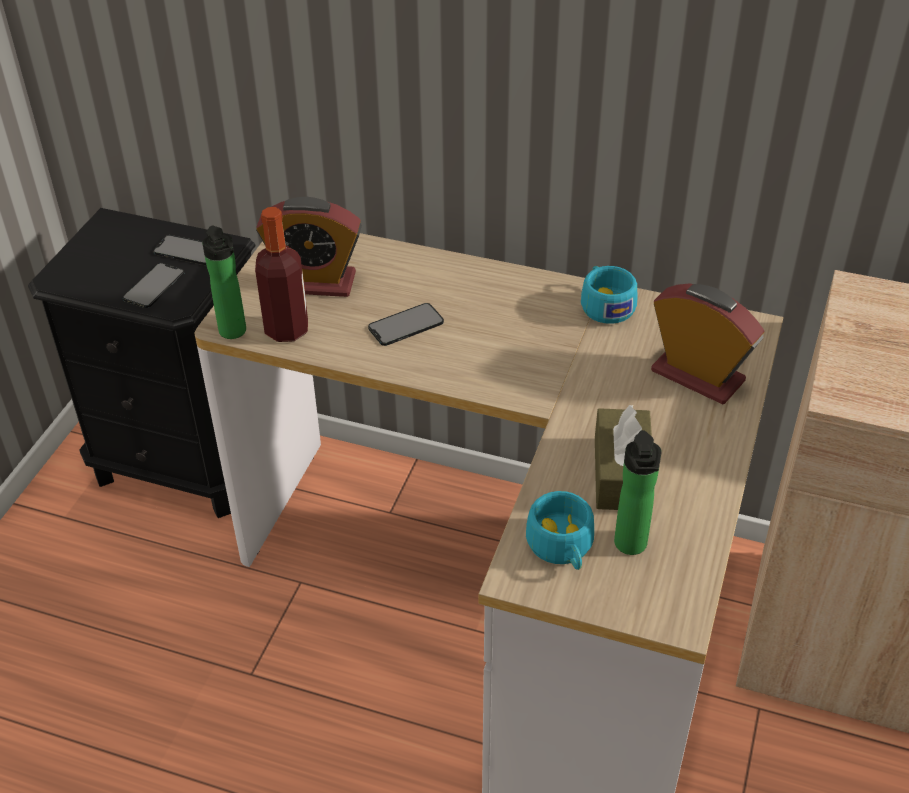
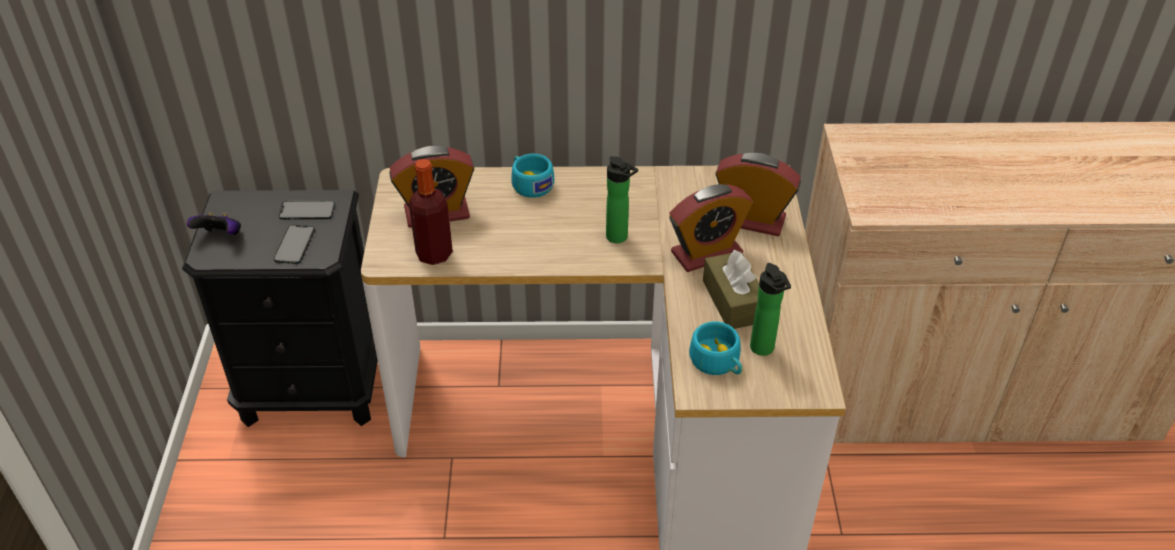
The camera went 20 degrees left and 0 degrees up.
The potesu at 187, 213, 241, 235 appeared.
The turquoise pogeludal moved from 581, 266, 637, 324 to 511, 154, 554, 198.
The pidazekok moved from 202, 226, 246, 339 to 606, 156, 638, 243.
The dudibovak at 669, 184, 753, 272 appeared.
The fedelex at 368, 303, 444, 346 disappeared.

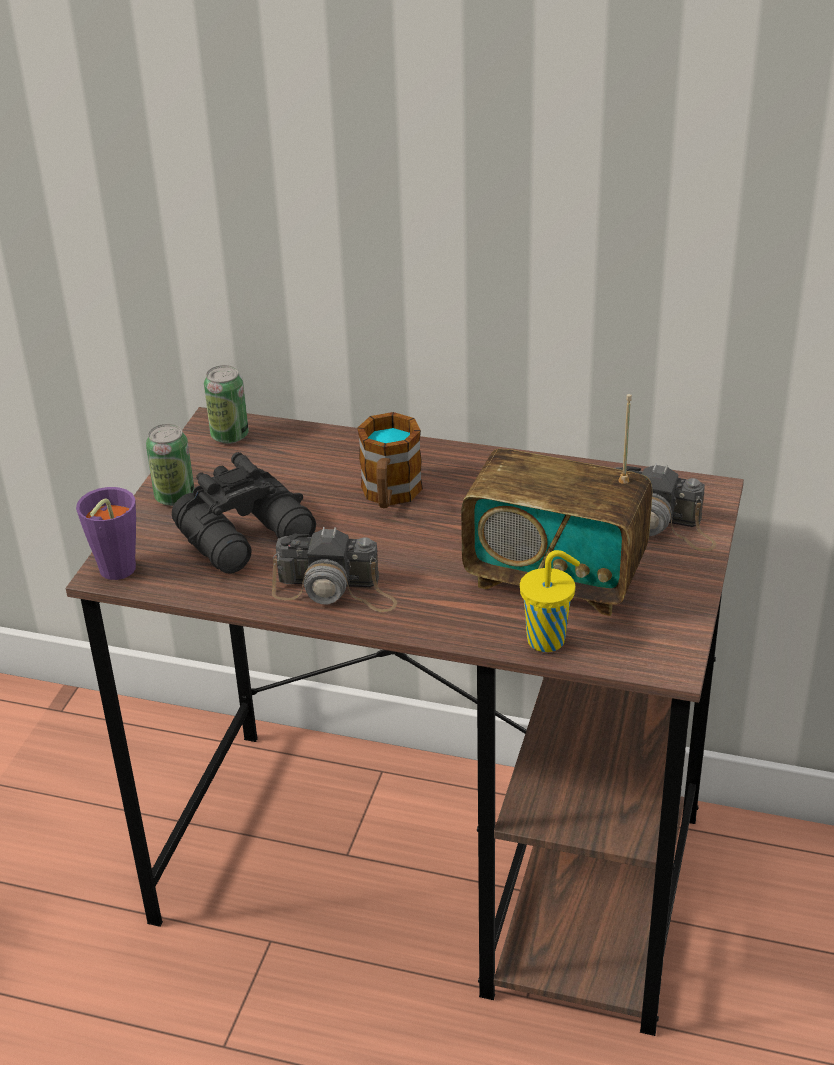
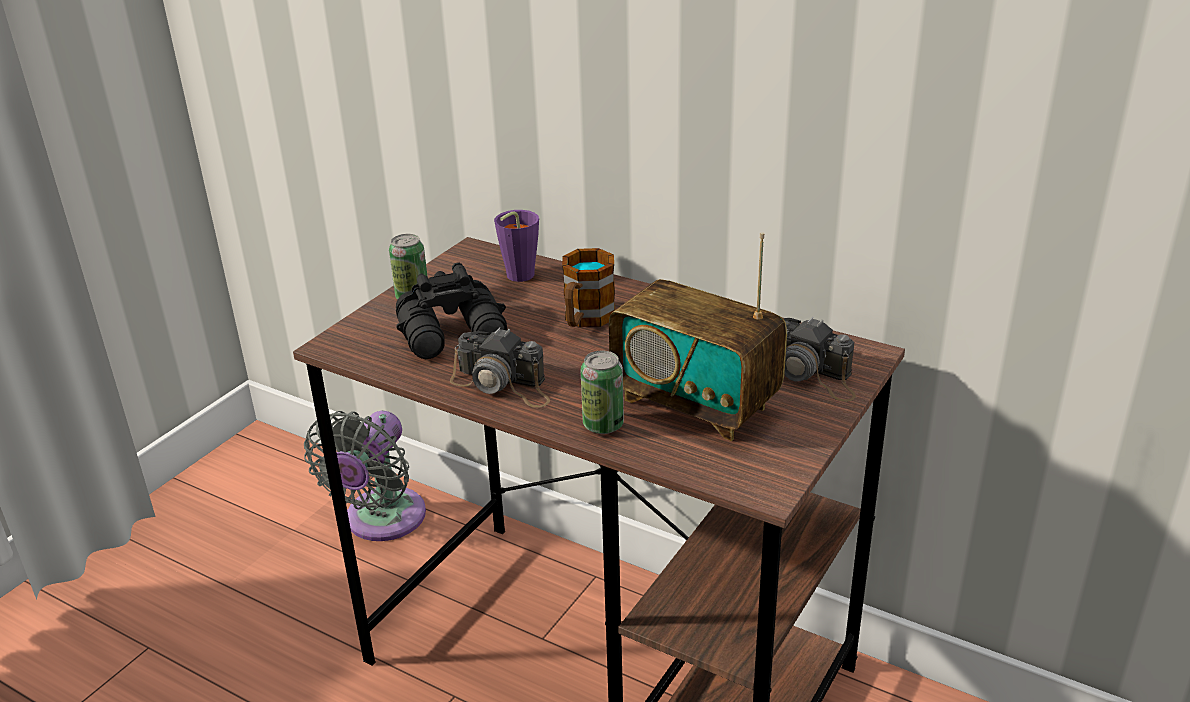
The camera went 15 degrees right and 5 degrees down.
The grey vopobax at 304, 411, 426, 541 appeared.
The purple pogeludal moved from 76, 487, 136, 580 to 494, 210, 539, 282.
The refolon moved from 204, 365, 249, 444 to 580, 351, 624, 434.
The yellow pogeludal at 520, 550, 580, 652 disappeared.

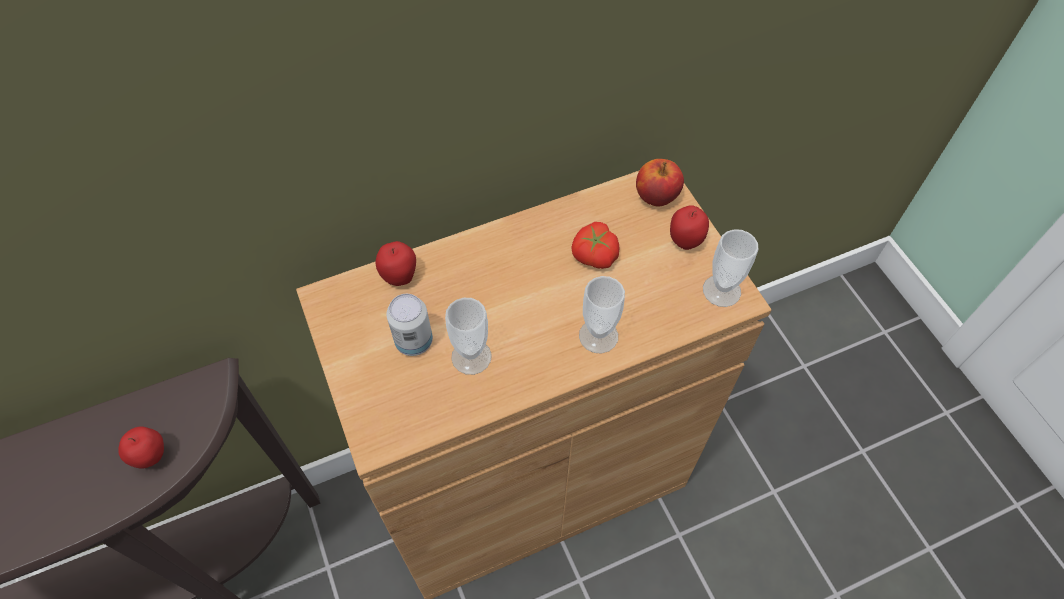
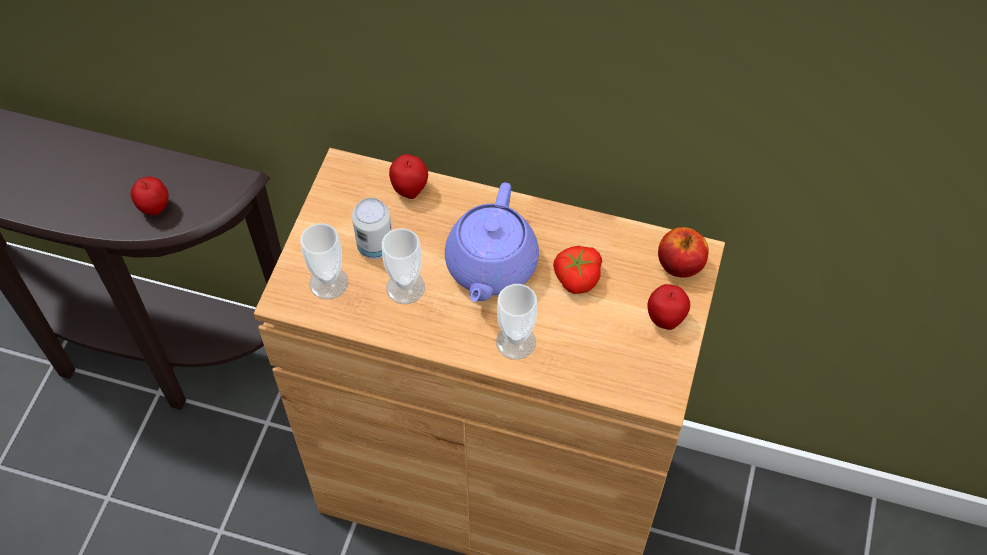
The camera went 40 degrees right and 0 degrees up.
The pogeludal moved from 703, 229, 759, 307 to 300, 223, 348, 299.
The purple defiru at 445, 182, 539, 302 appeared.

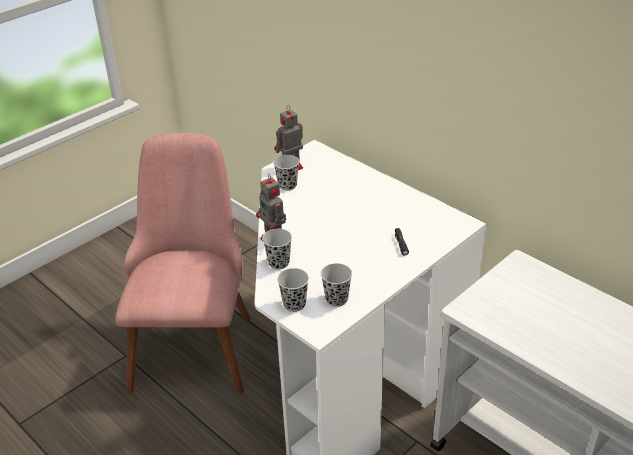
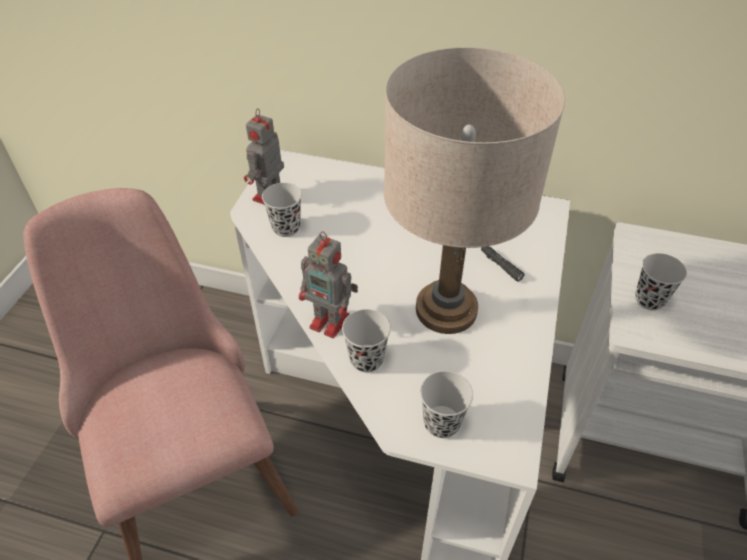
The camera went 30 degrees left and 10 degrees up.
The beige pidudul at 384, 47, 565, 334 appeared.
The black pogeludal moved from 321, 263, 352, 307 to 635, 253, 687, 310.

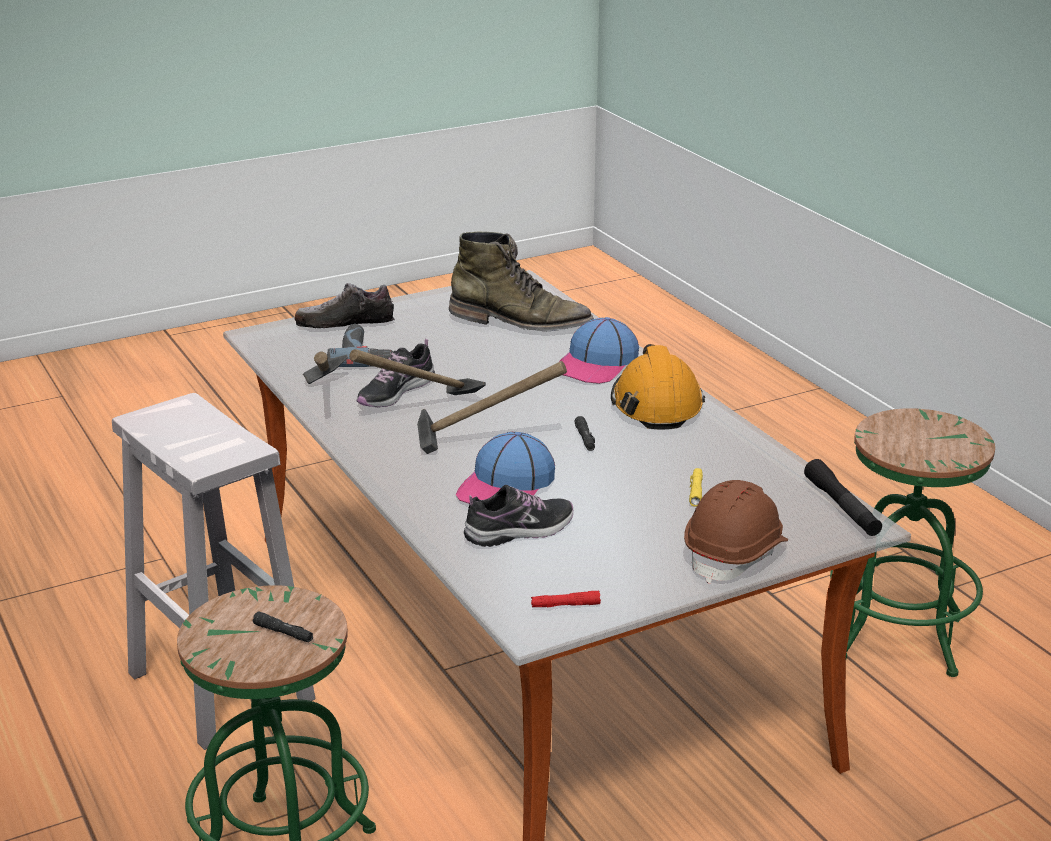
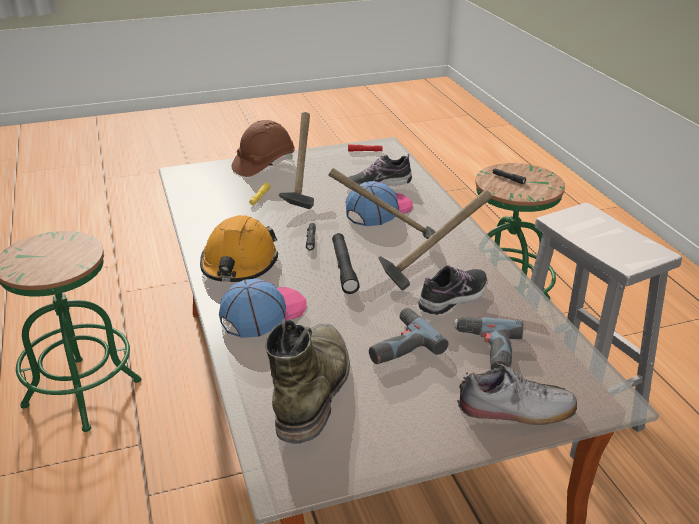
The camera went 170 degrees left and 5 degrees up.
The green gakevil at 449, 231, 594, 331 turned 75 degrees clockwise.
The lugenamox moved from 303, 352, 348, 384 to 279, 112, 314, 209.
The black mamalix moved from 804, 459, 882, 536 to 332, 233, 360, 294.
The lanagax at 369, 308, 449, 364 appeared.

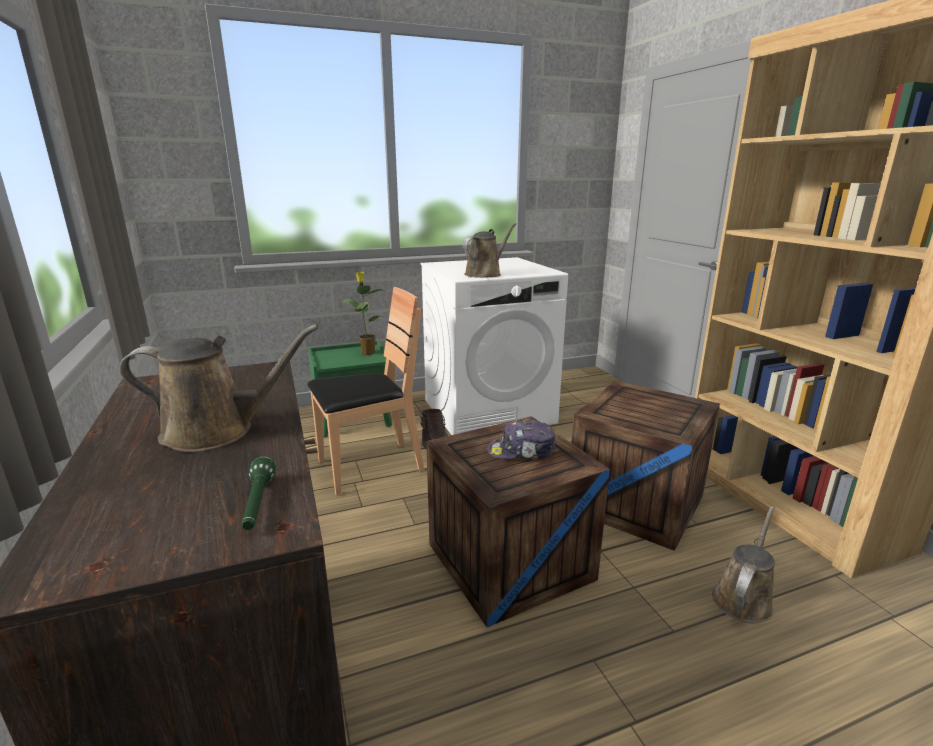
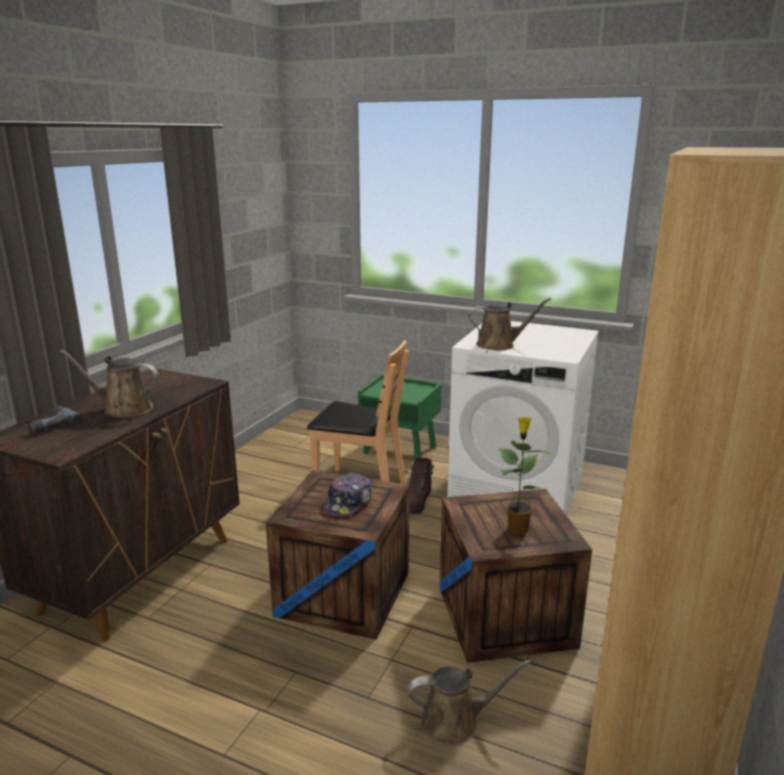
The camera went 45 degrees right and 0 degrees up.
The lanagax at 28, 406, 84, 435 appeared.
The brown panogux at 120, 324, 319, 452 turned 150 degrees clockwise.
The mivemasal at 487, 420, 556, 459 turned 105 degrees counterclockwise.
The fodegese moved from 344, 272, 384, 355 to 498, 417, 553, 535.
The green mamalix at 241, 456, 276, 530 disappeared.

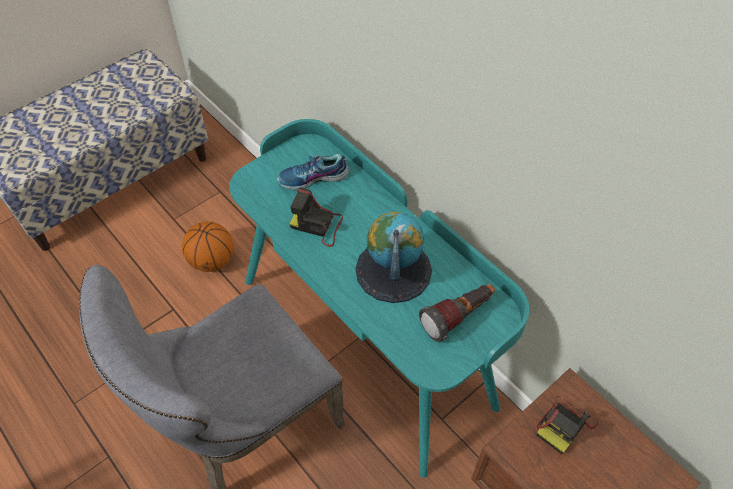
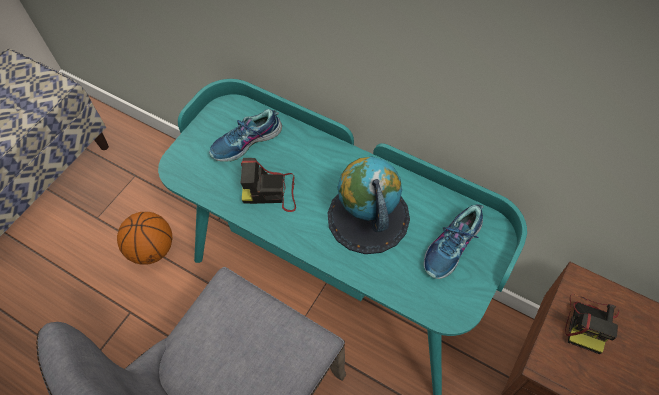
The camera went 15 degrees left and 5 degrees up.
The mamalix at 419, 284, 495, 342 was replaced by the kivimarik at 424, 204, 484, 279.

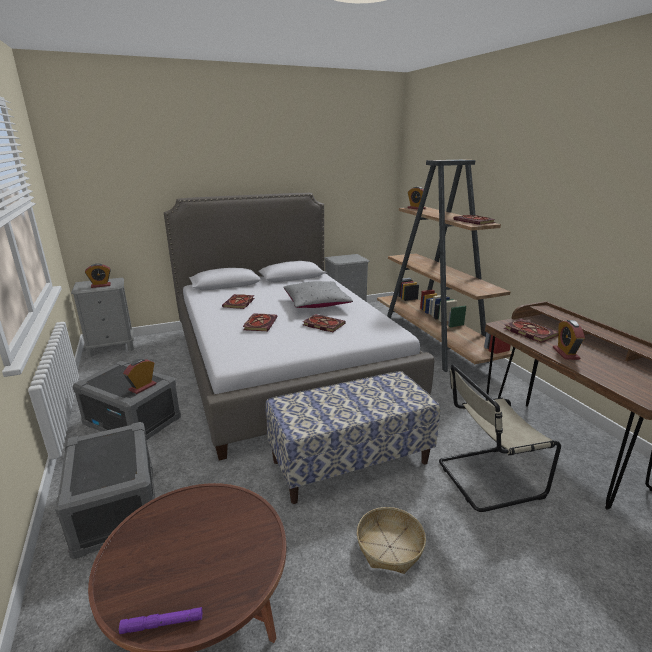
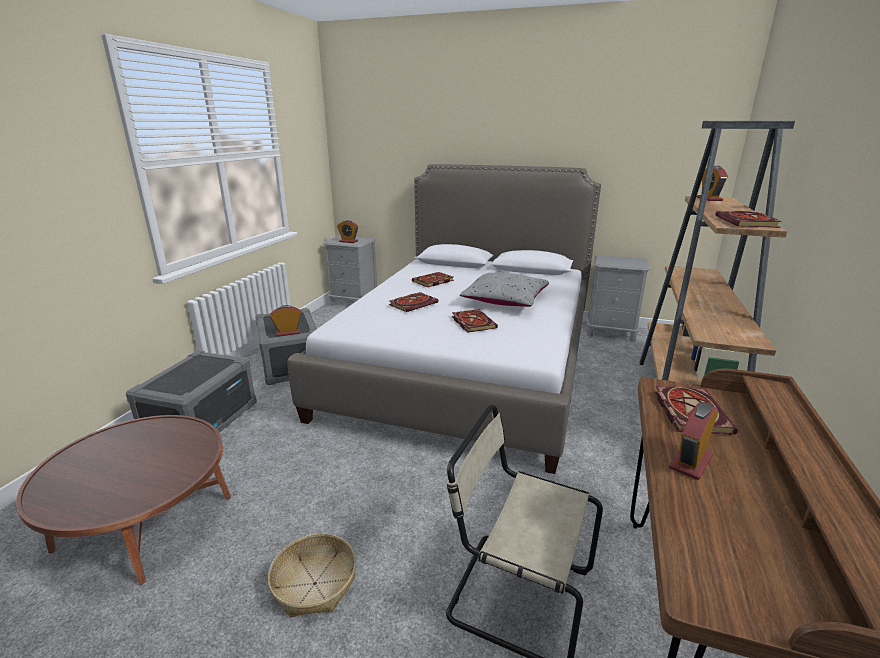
The camera went 40 degrees right and 0 degrees up.
The purple mamalix at 119, 607, 202, 634 disappeared.
The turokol at 265, 371, 440, 504 disappeared.

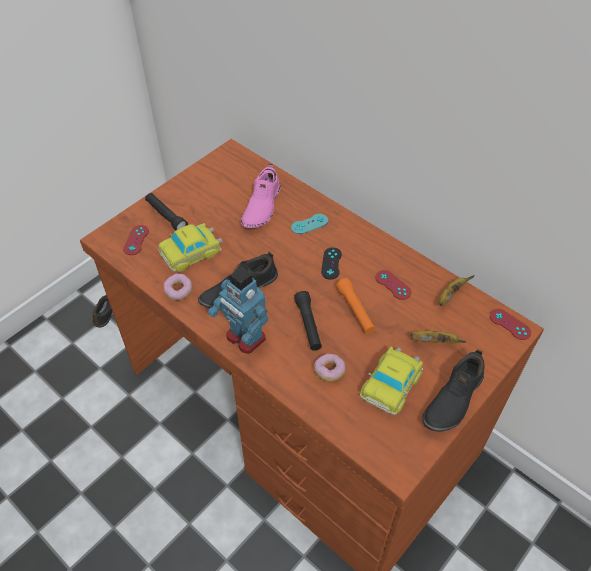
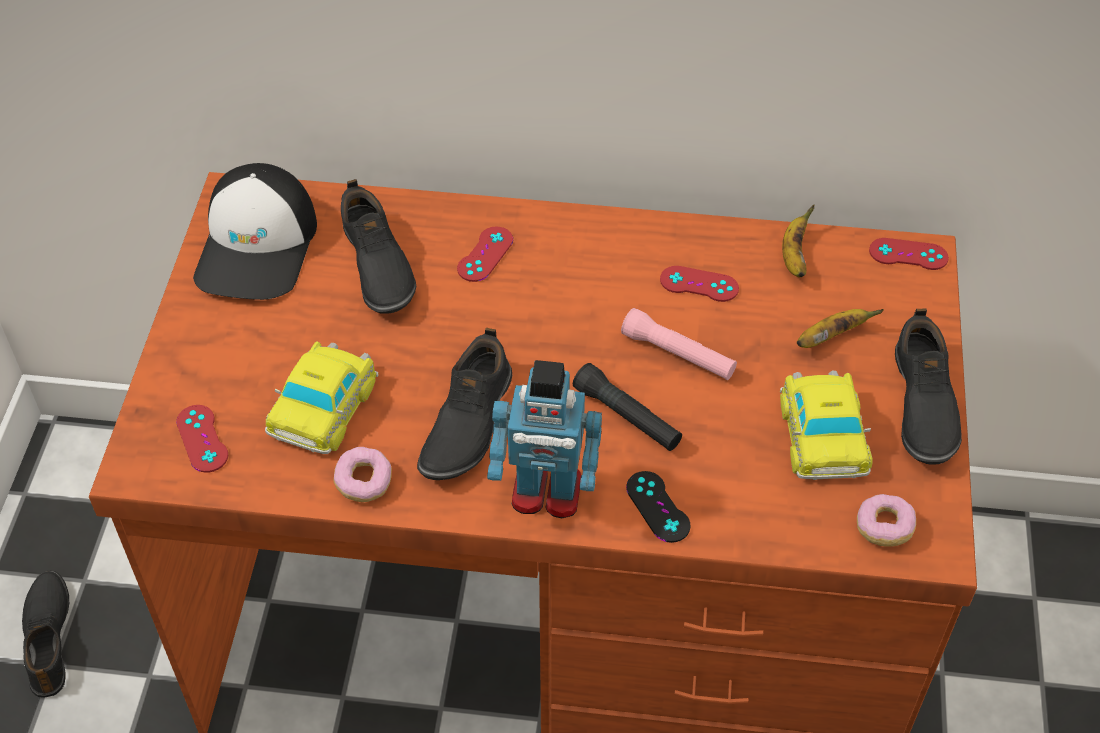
The camera went 35 degrees left and 0 degrees up.
The mivemasal at 193, 163, 317, 300 appeared.
The pink kivimarik at 241, 164, 281, 228 became the black kivimarik at 341, 179, 416, 314.
The turquoise potesu at 291, 214, 328, 234 became the red potesu at 457, 227, 513, 282.
The orange mamalix at 336, 278, 375, 334 became the pink mamalix at 621, 308, 737, 380.
The black potesu moved from 321, 247, 342, 280 to 626, 471, 690, 543.
The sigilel moved from 314, 354, 346, 381 to 857, 494, 916, 547.
The black mamalix at 145, 193, 188, 230 disappeared.

